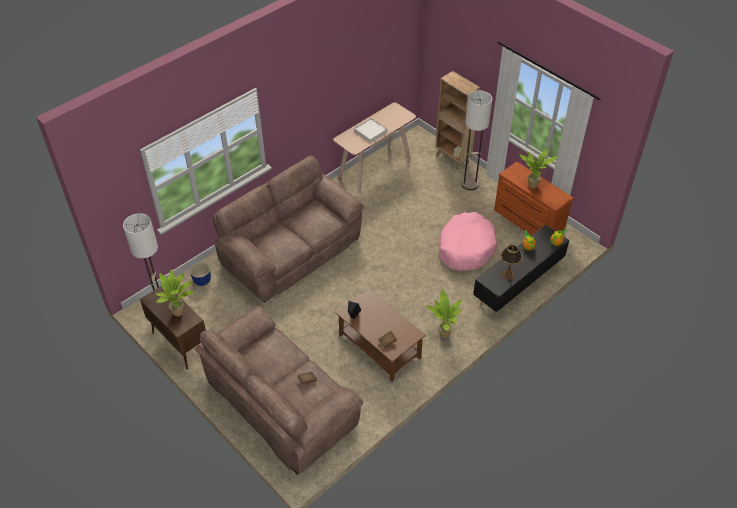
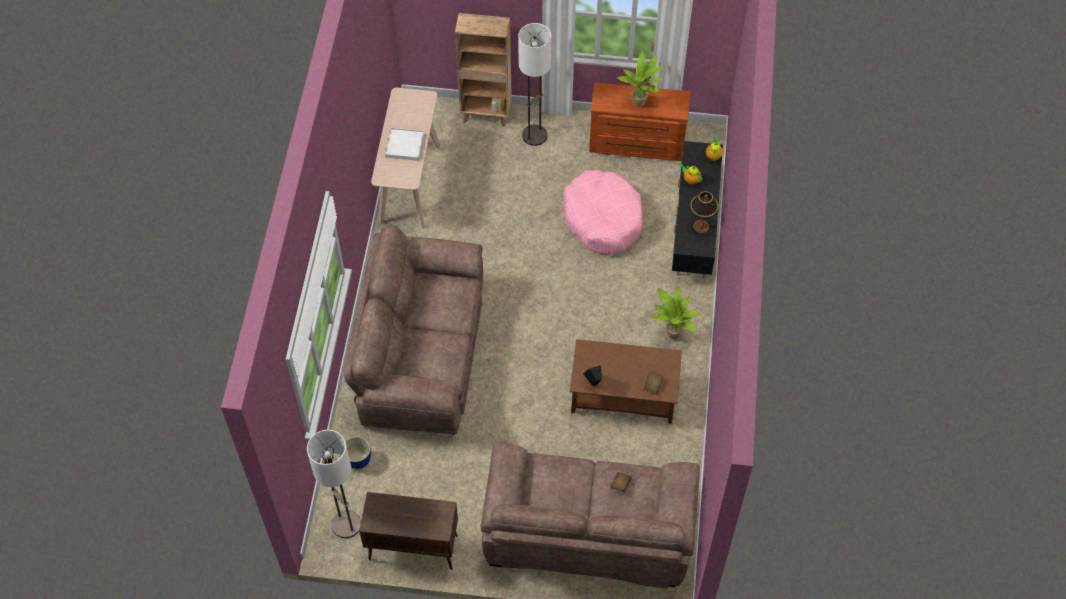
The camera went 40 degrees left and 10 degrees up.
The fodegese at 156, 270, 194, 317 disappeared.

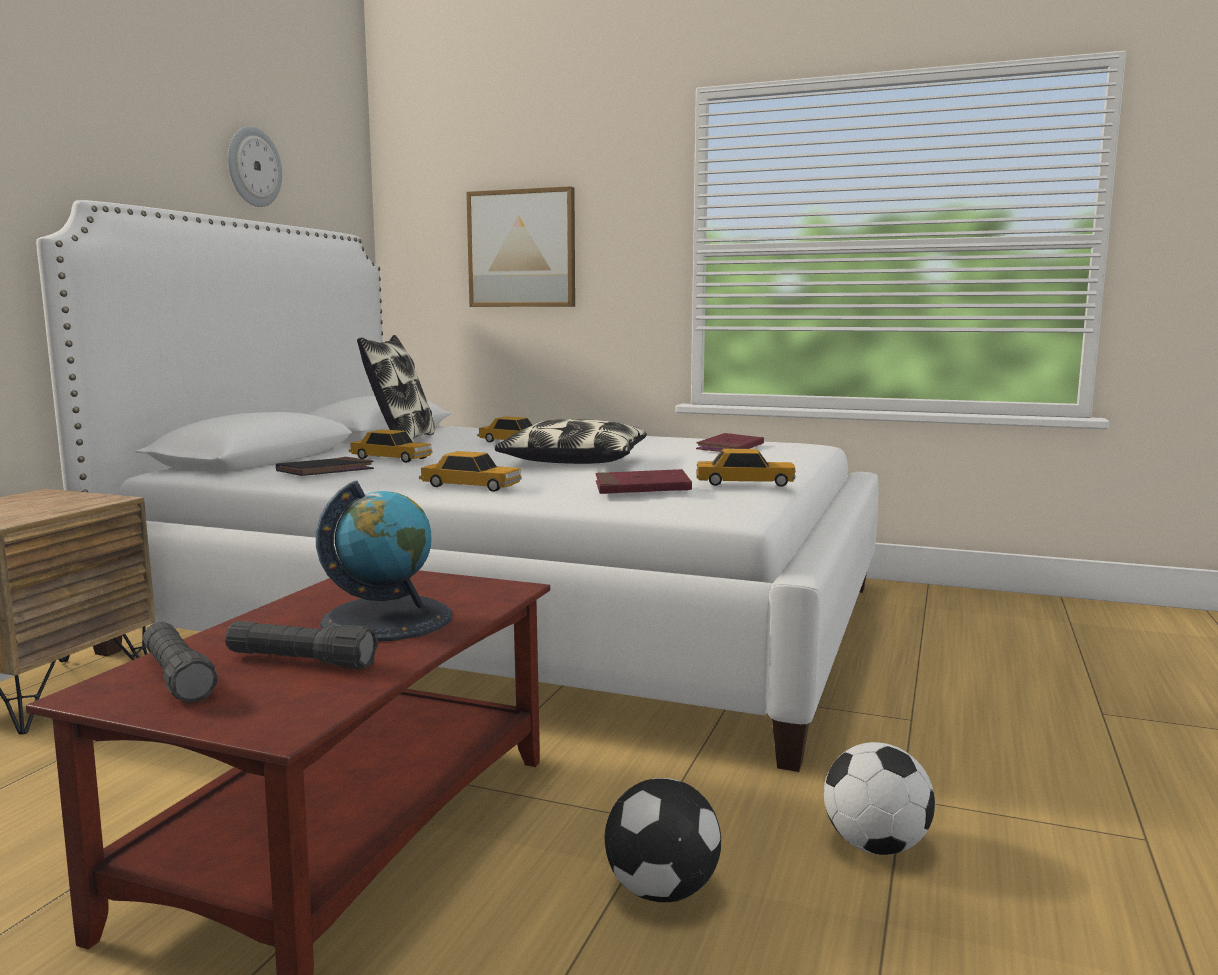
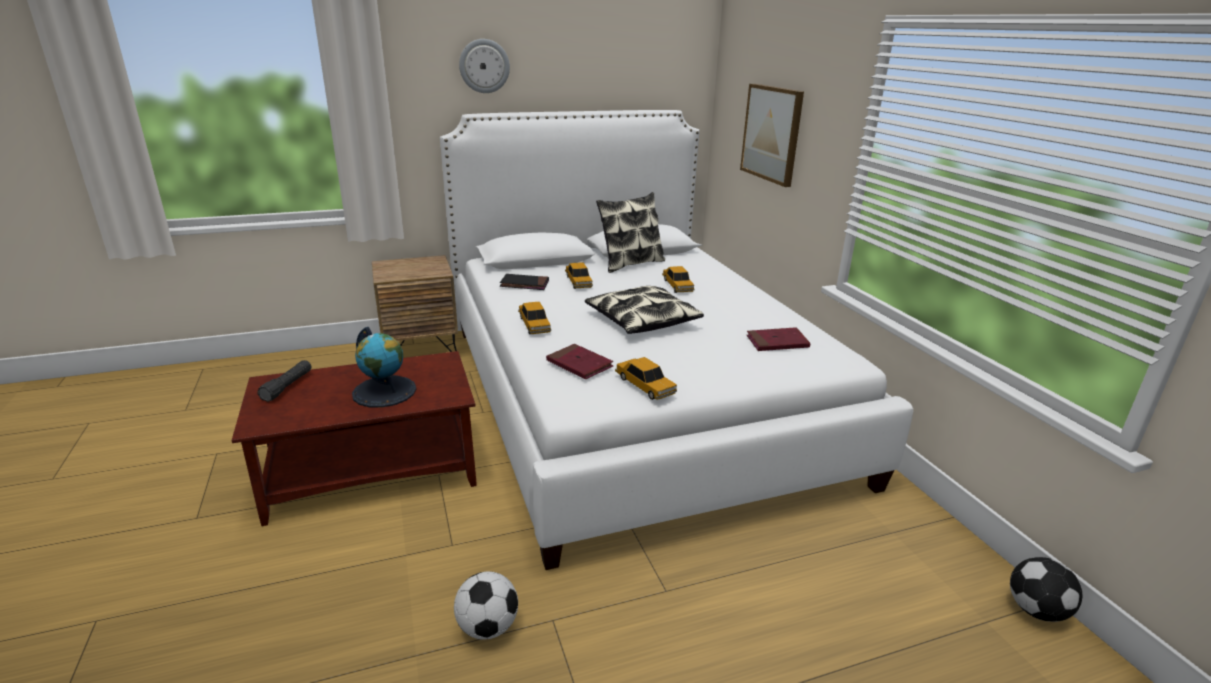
The camera went 50 degrees right and 15 degrees up.
The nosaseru moved from 228, 126, 282, 207 to 459, 39, 510, 93.
The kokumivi moved from 605, 778, 721, 902 to 1010, 557, 1082, 622.
The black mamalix at 225, 621, 378, 669 disappeared.

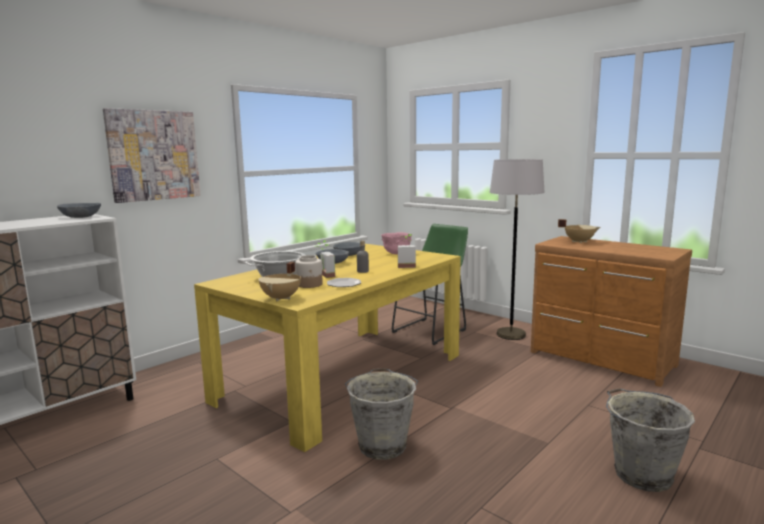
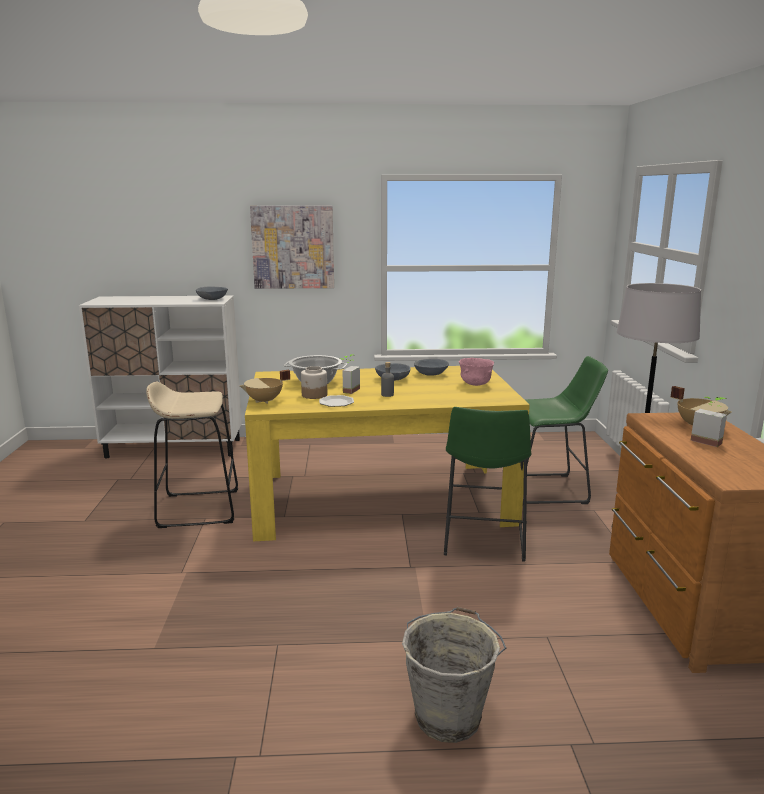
The camera went 45 degrees right and 5 degrees up.
The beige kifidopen at 146, 382, 238, 528 appeared.
The green kifidopen at 444, 407, 531, 562 appeared.
The fodegese moved from 398, 234, 416, 268 to 691, 397, 727, 447.
The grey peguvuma at 345, 368, 418, 460 disappeared.

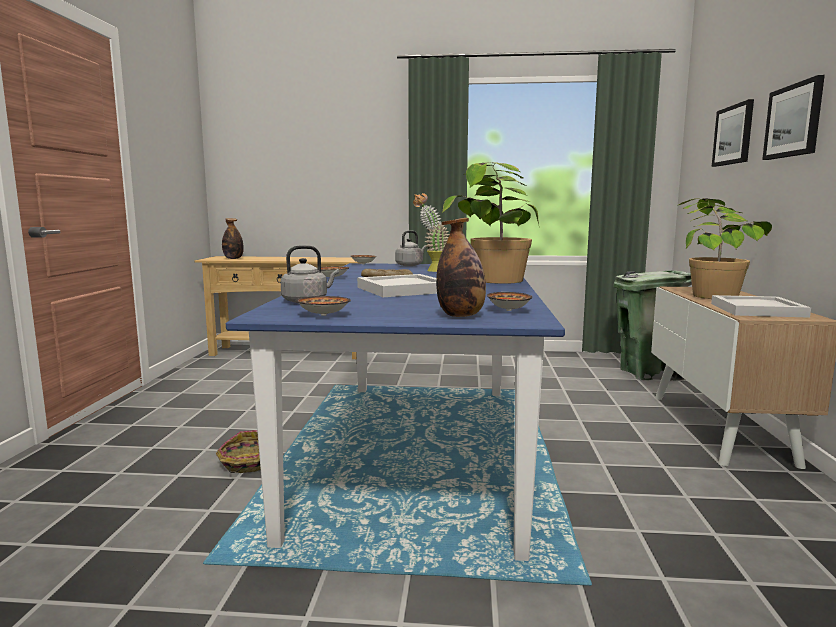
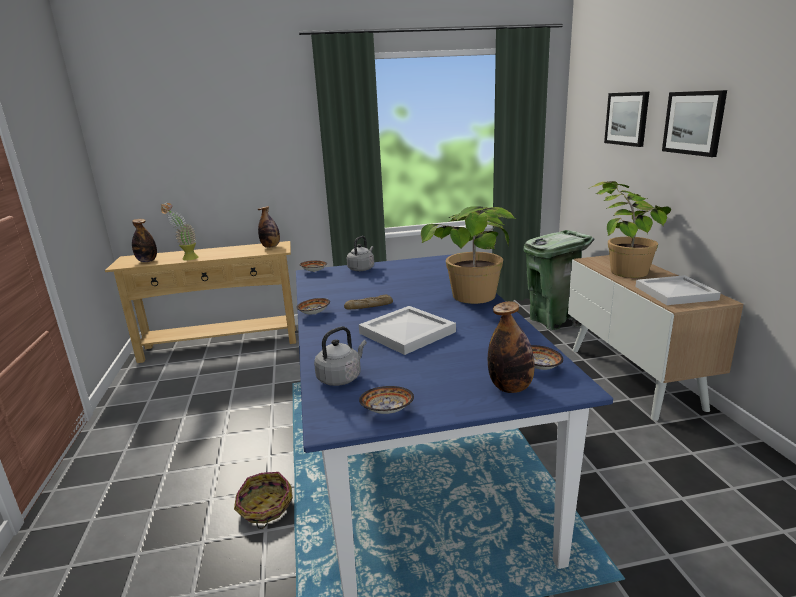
The camera went 15 degrees left and 10 degrees up.
The fodegese moved from 413, 193, 450, 272 to 161, 203, 199, 261.
The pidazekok at 258, 206, 280, 248 appeared.

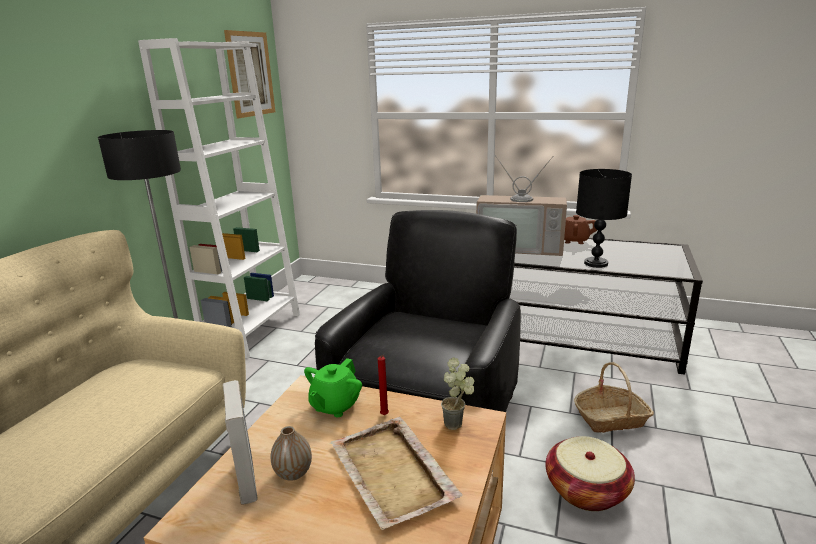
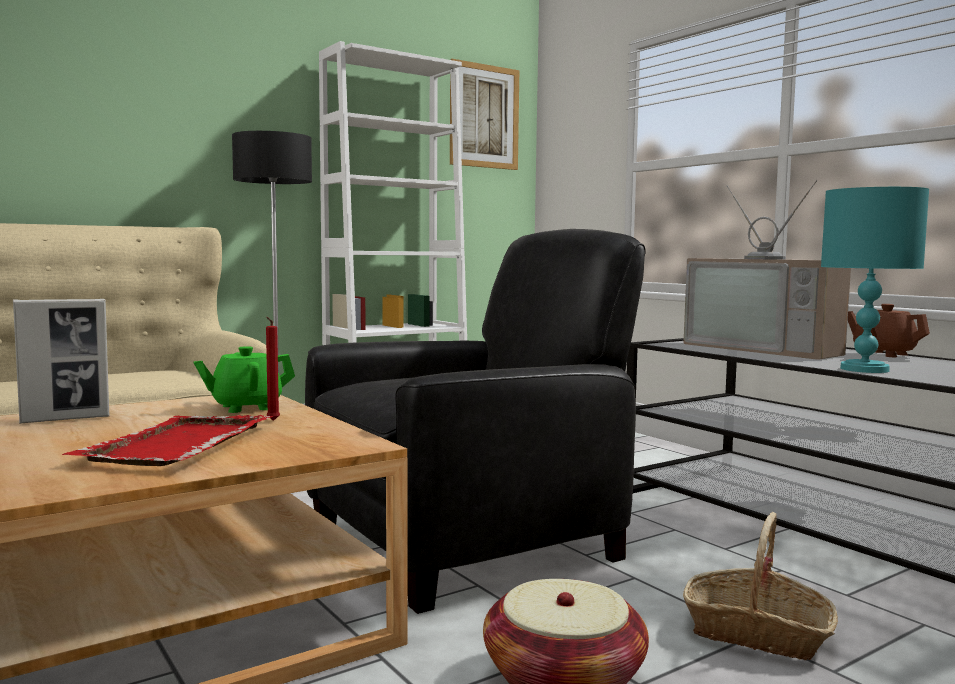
The camera went 35 degrees right and 15 degrees down.
The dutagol at 223, 380, 257, 505 turned 45 degrees clockwise.
The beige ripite at 330, 417, 463, 530 became the red ripite at 62, 415, 273, 466.
The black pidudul at 576, 169, 632, 268 became the turquoise pidudul at 821, 187, 929, 373.
The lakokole at 270, 426, 312, 481 disappeared.
The fodegese at 441, 357, 475, 430 disappeared.

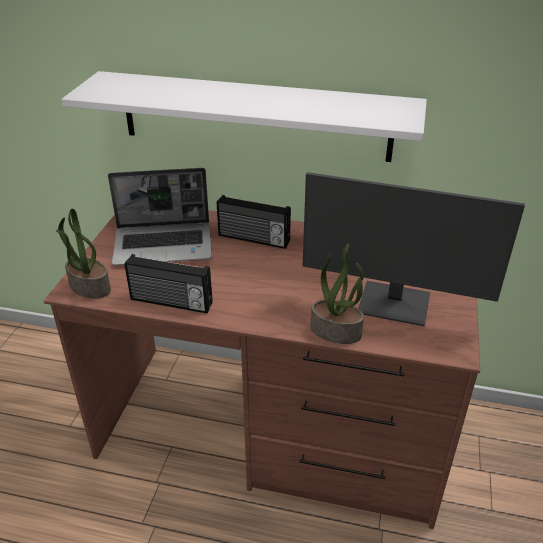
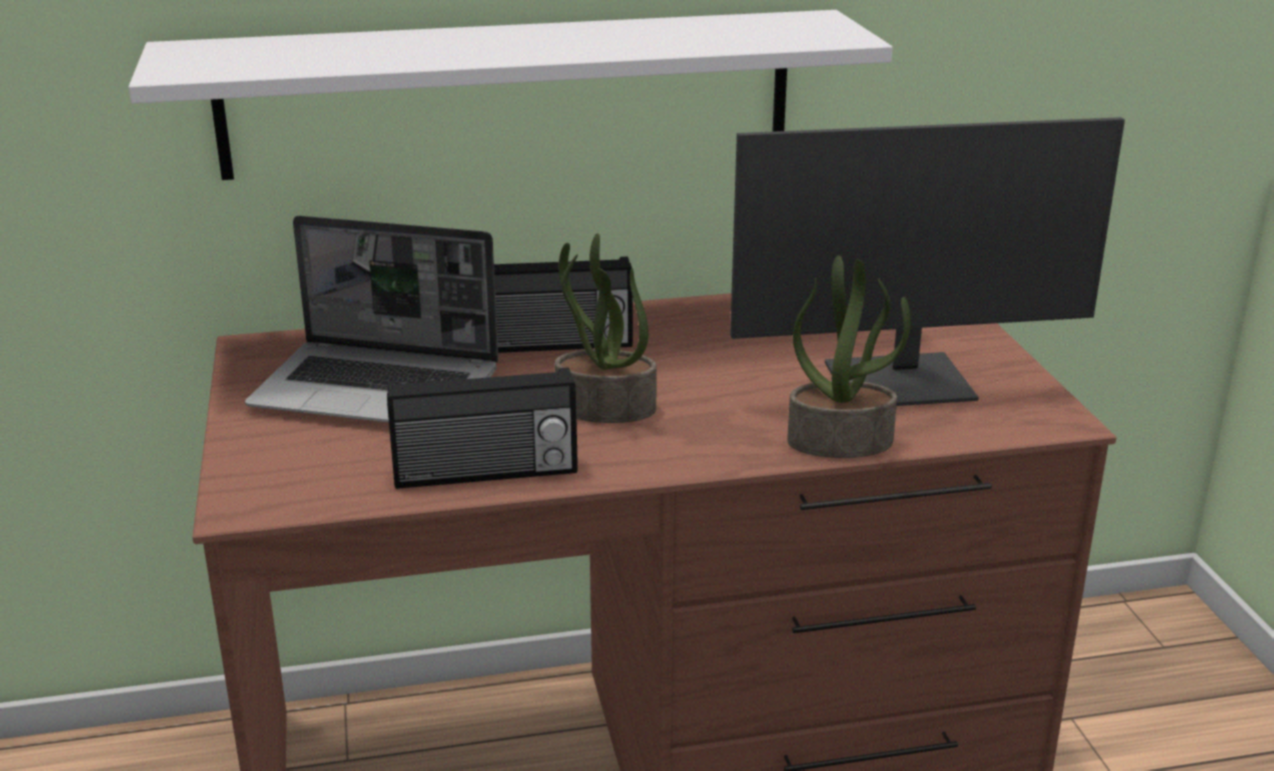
The camera went 25 degrees left and 10 degrees down.
The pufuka at 108, 168, 212, 266 turned 45 degrees clockwise.
The fodegese moved from 56, 209, 111, 299 to 554, 233, 657, 423.

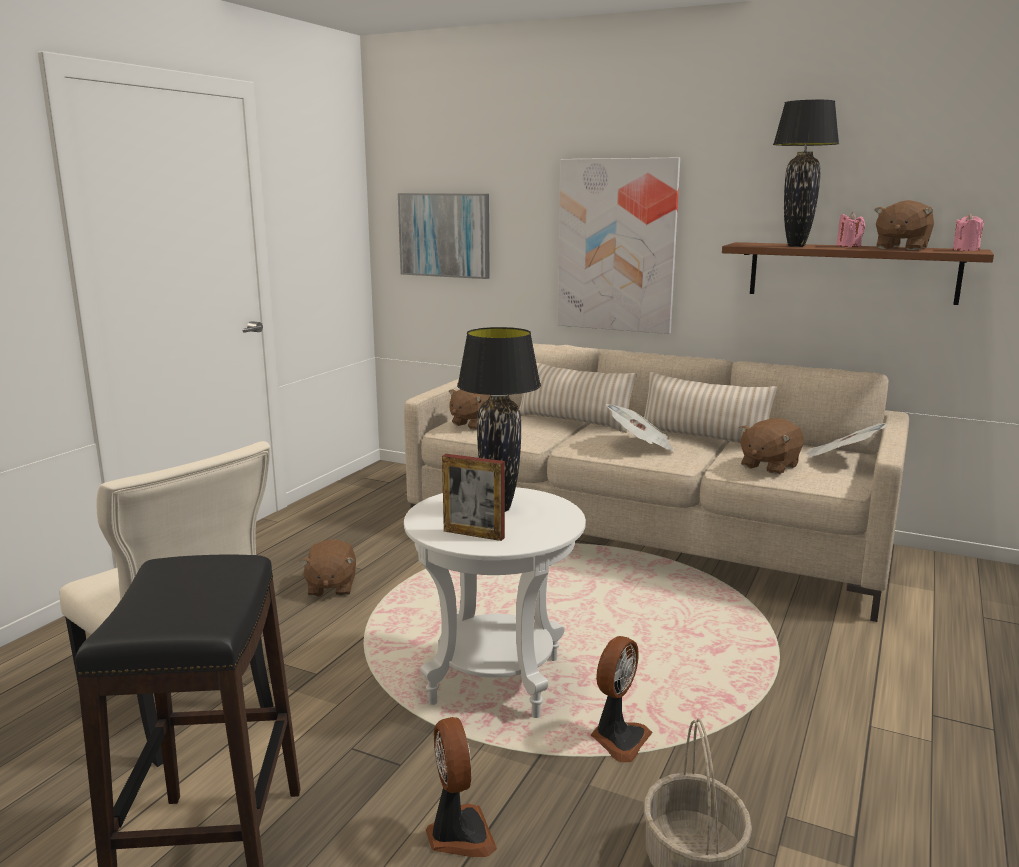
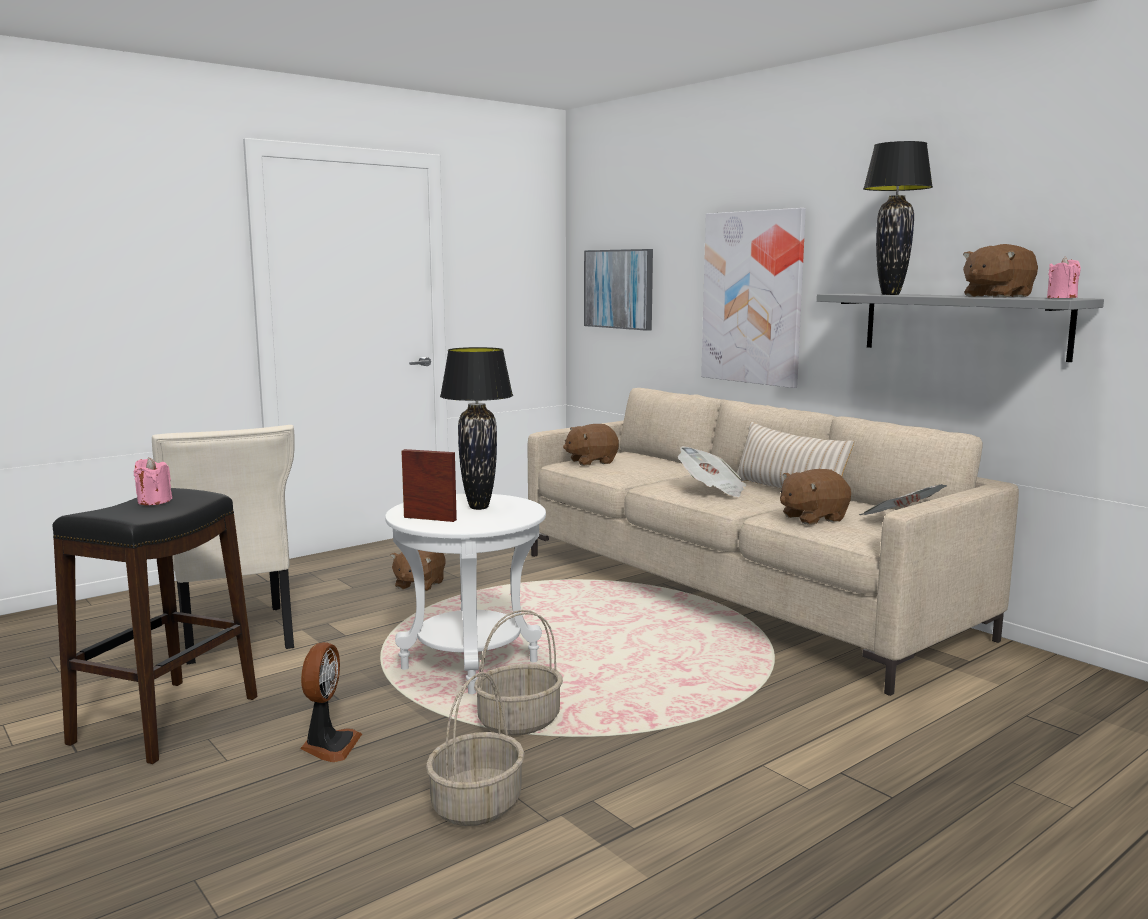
The camera went 25 degrees right and 5 degrees down.
The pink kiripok moved from 836, 212, 865, 247 to 134, 457, 172, 505.
The dutagol at 442, 454, 505, 541 turned 150 degrees clockwise.
The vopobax at 590, 636, 653, 762 was replaced by the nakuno at 474, 610, 563, 736.
The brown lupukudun at 722, 242, 994, 305 became the grey lupukudun at 816, 293, 1104, 362.
The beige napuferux at 519, 363, 637, 433 disappeared.

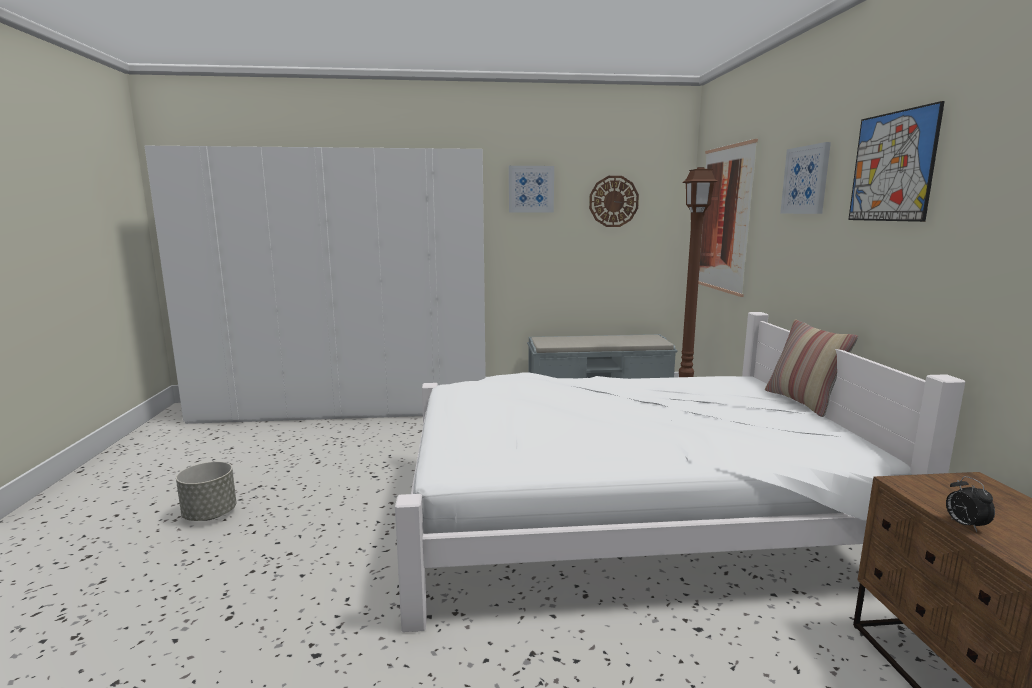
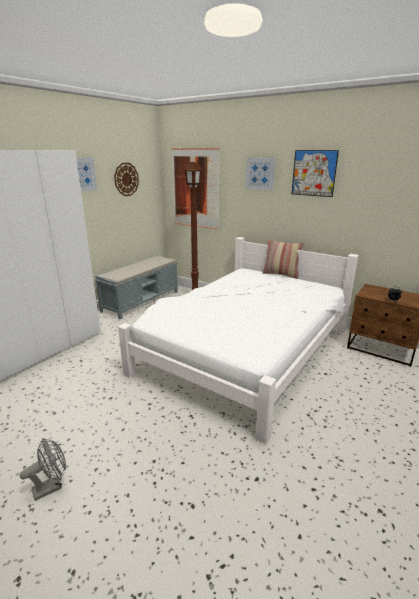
The camera went 50 degrees left and 10 degrees up.
The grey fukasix at 176, 462, 236, 521 was replaced by the grey vopobax at 20, 438, 66, 501.

